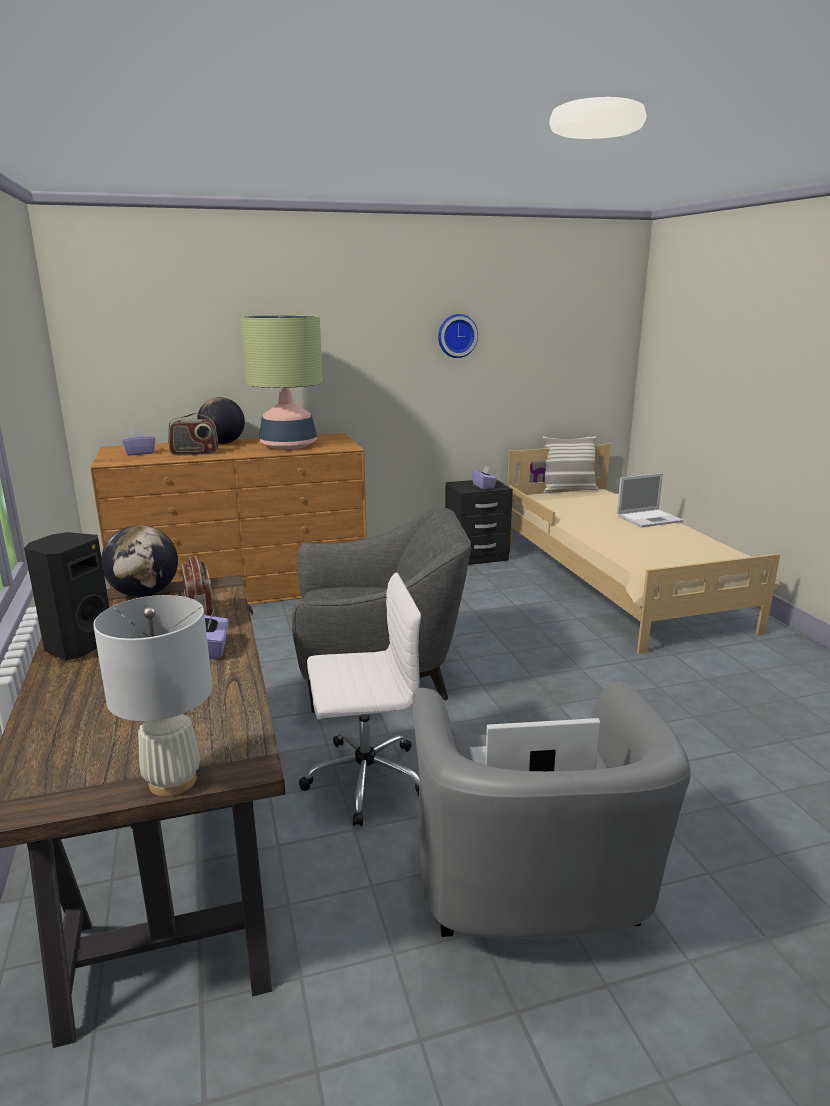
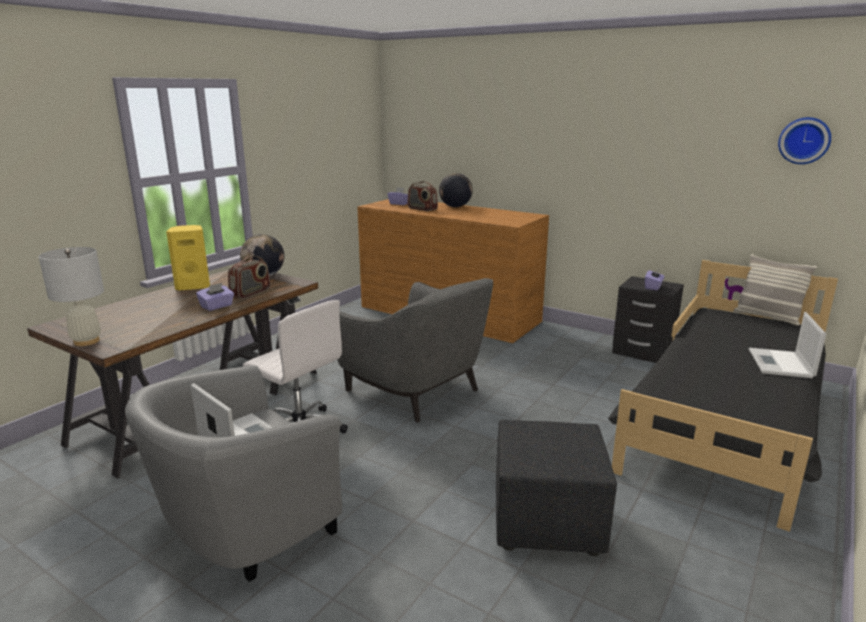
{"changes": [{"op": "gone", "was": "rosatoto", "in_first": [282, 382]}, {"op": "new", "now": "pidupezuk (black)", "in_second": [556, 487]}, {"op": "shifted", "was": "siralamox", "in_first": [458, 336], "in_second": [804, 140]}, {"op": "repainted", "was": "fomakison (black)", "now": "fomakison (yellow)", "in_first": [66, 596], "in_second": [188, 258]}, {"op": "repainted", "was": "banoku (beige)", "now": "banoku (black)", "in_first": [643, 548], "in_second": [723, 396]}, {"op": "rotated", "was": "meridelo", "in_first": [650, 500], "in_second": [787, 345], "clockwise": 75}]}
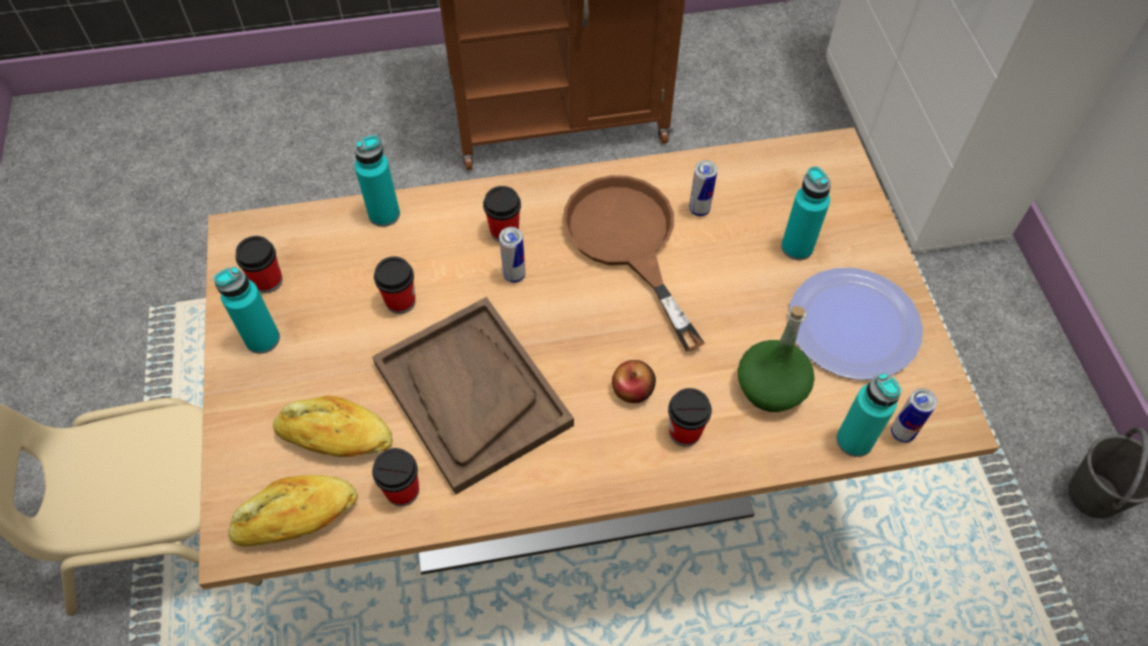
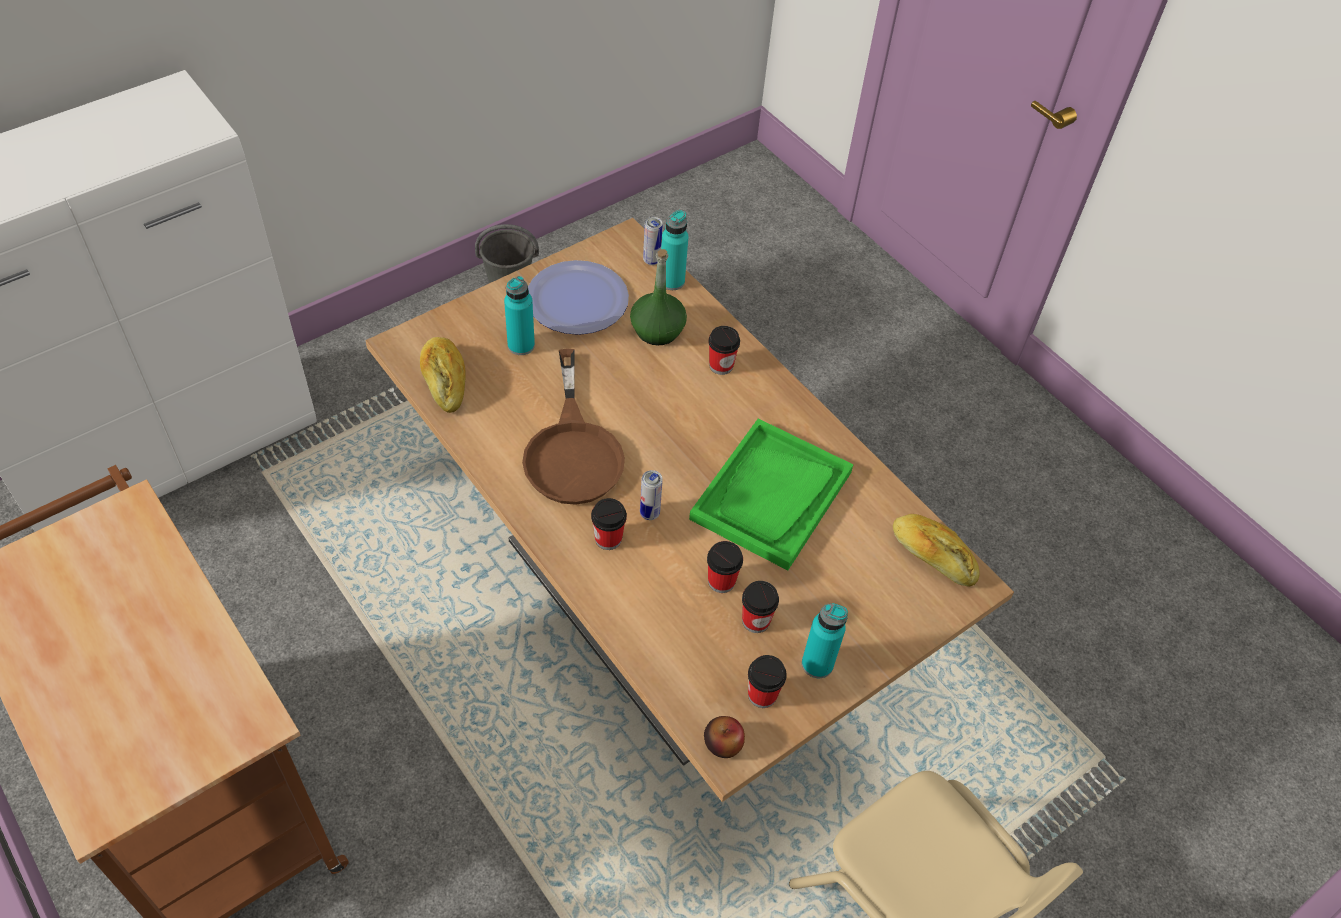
{"changes": [{"op": "gone", "was": "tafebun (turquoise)", "in_first": [377, 181]}, {"op": "gone", "was": "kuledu", "in_first": [703, 188]}, {"op": "shifted", "was": "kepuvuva", "in_first": [333, 426], "in_second": [443, 375]}, {"op": "shifted", "was": "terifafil", "in_first": [395, 477], "in_second": [760, 607]}, {"op": "shifted", "was": "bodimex", "in_first": [634, 381], "in_second": [724, 737]}, {"op": "repainted", "was": "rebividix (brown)", "now": "rebividix (green)", "in_first": [473, 396], "in_second": [771, 495]}, {"op": "rotated", "was": "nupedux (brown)", "in_first": [634, 263], "in_second": [573, 427], "clockwise": -45}]}
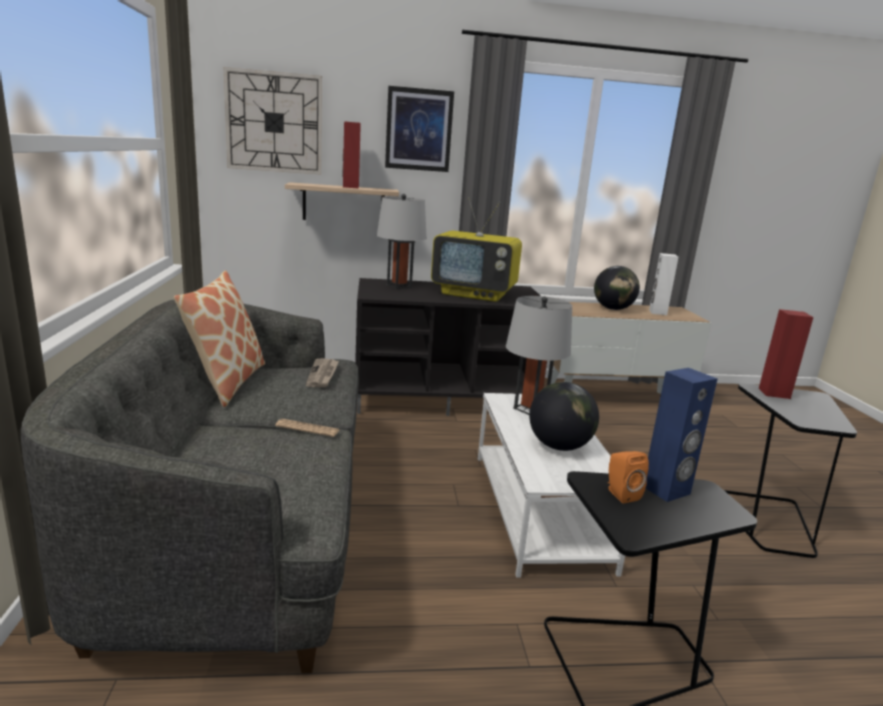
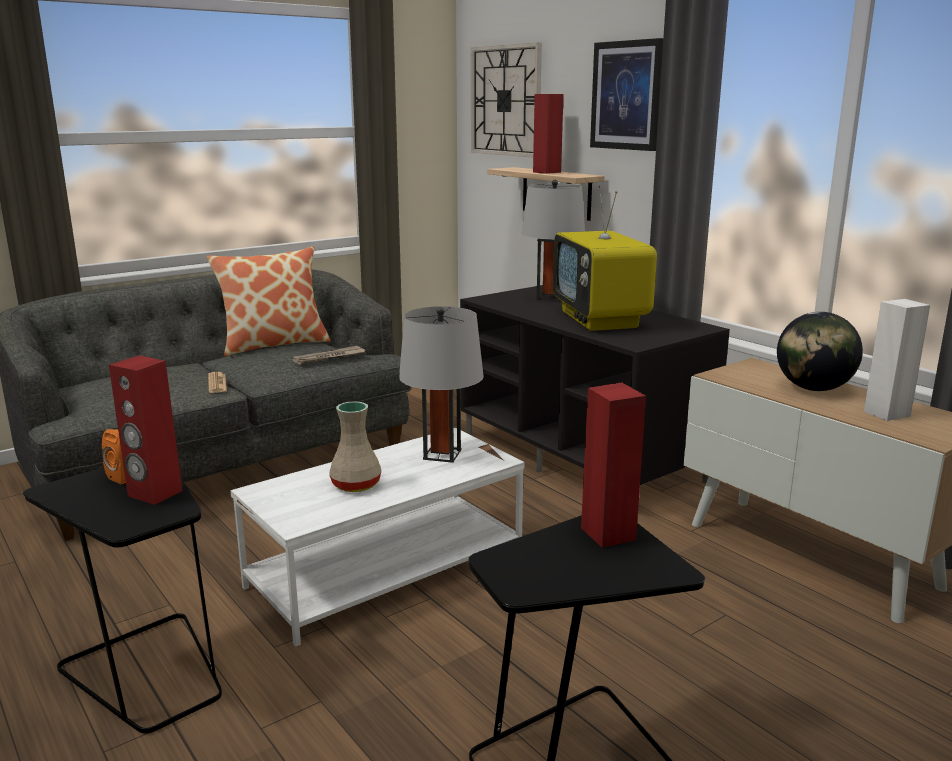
{"changes": [{"op": "swapped", "was": "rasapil", "now": "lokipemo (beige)", "in_first": [564, 416], "in_second": [355, 446]}, {"op": "repainted", "was": "fomakison (blue)", "now": "fomakison (red)", "in_first": [682, 435], "in_second": [145, 430]}]}
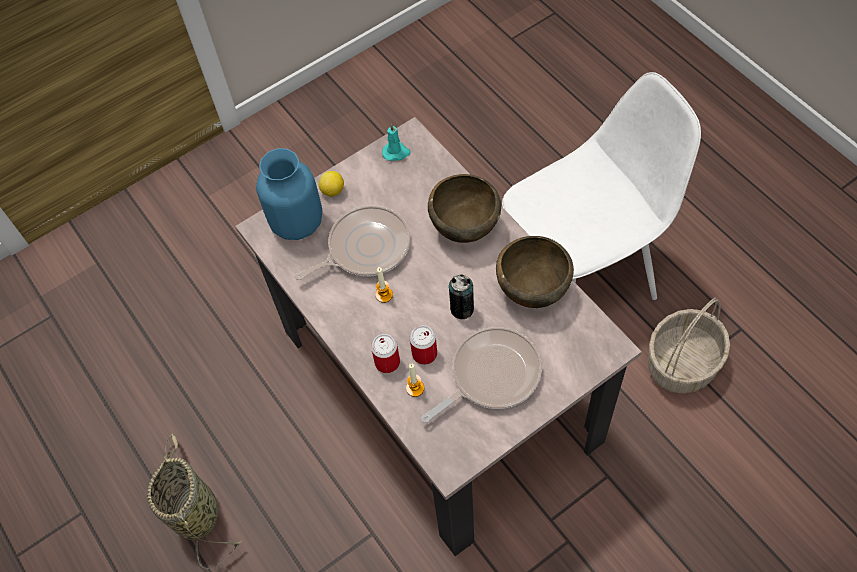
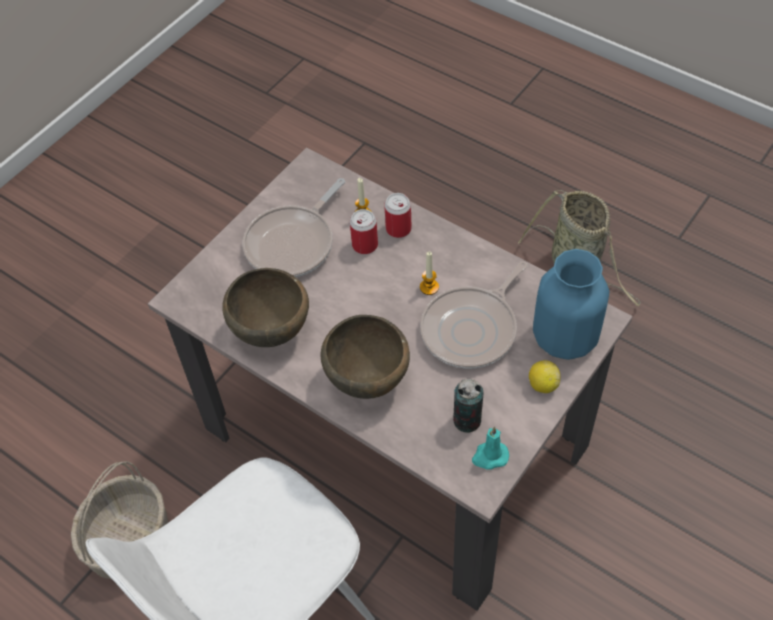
{"changes": [{"op": "shifted", "was": "kuledu", "in_first": [461, 296], "in_second": [468, 406]}]}
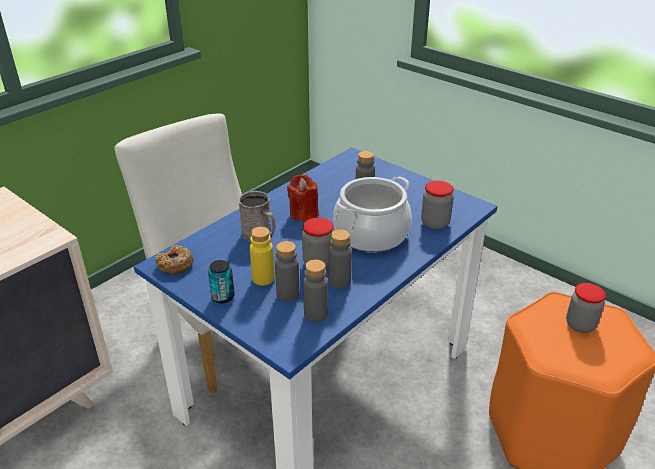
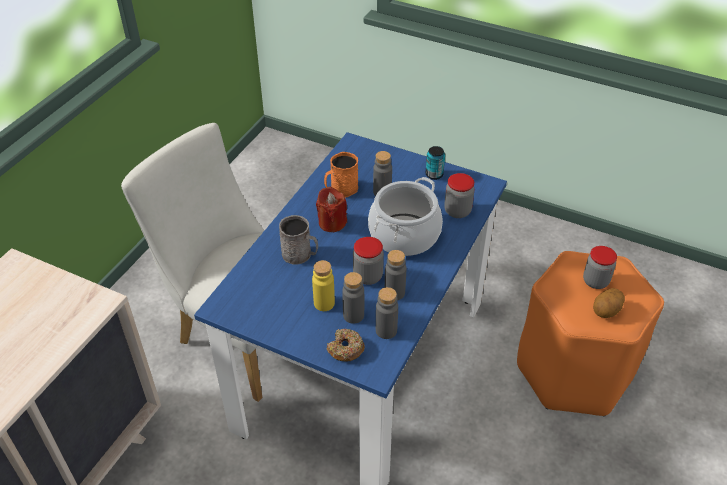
{"changes": [{"op": "new", "now": "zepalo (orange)", "in_second": [341, 175]}, {"op": "new", "now": "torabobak", "in_second": [609, 303]}, {"op": "shifted", "was": "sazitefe", "in_first": [174, 259], "in_second": [346, 345]}, {"op": "shifted", "was": "kuledu", "in_first": [221, 281], "in_second": [435, 163]}]}
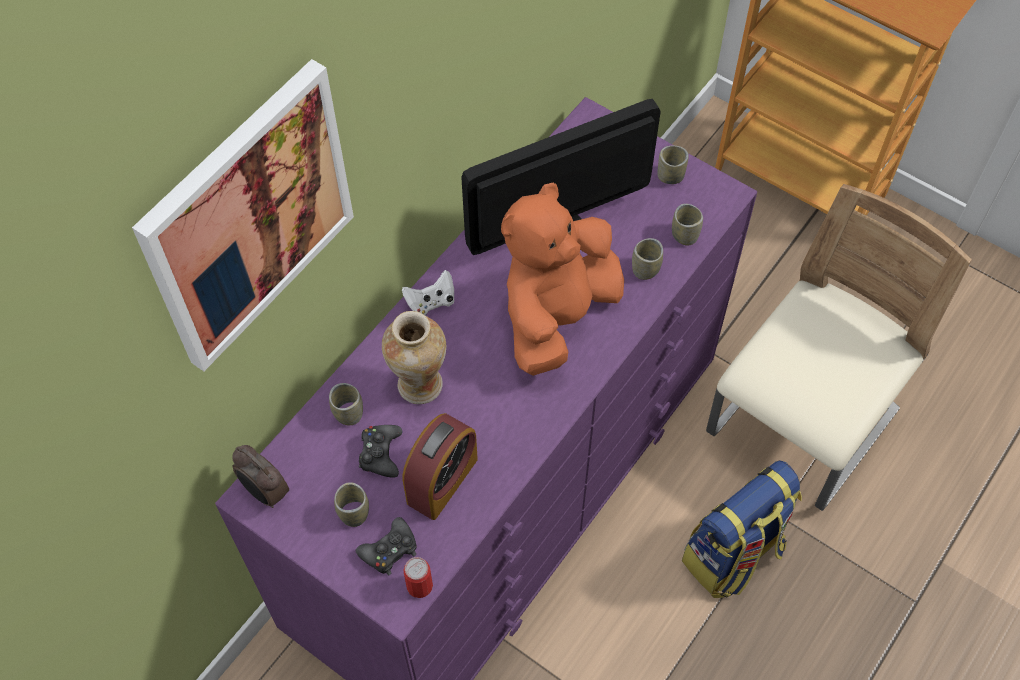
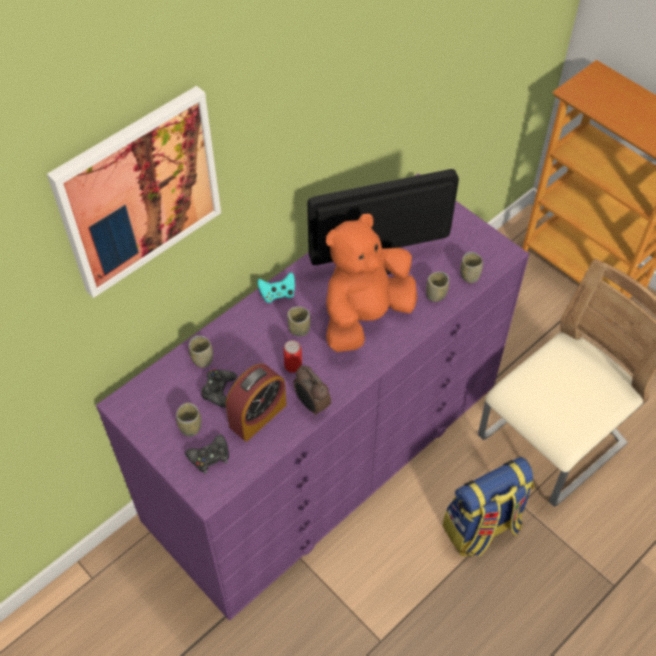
{"changes": [{"op": "gone", "was": "lokipemo", "in_first": [414, 357]}, {"op": "shifted", "was": "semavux", "in_first": [260, 476], "in_second": [312, 390]}, {"op": "shifted", "was": "kuledu", "in_first": [418, 577], "in_second": [293, 356]}, {"op": "shifted", "was": "terifafil", "in_first": [673, 165], "in_second": [298, 321]}, {"op": "repainted", "was": "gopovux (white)", "now": "gopovux (turquoise)", "in_first": [428, 293], "in_second": [276, 287]}]}
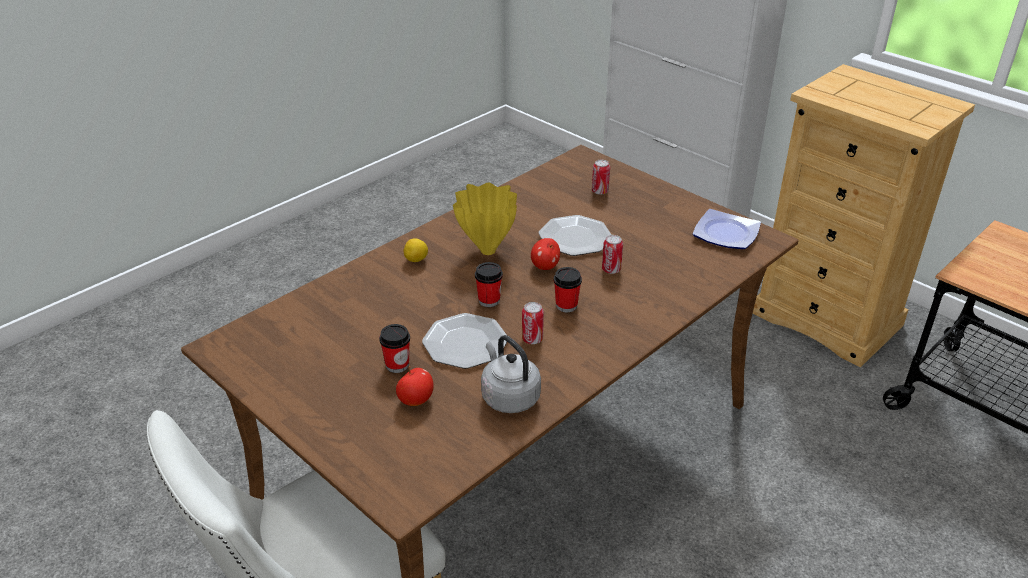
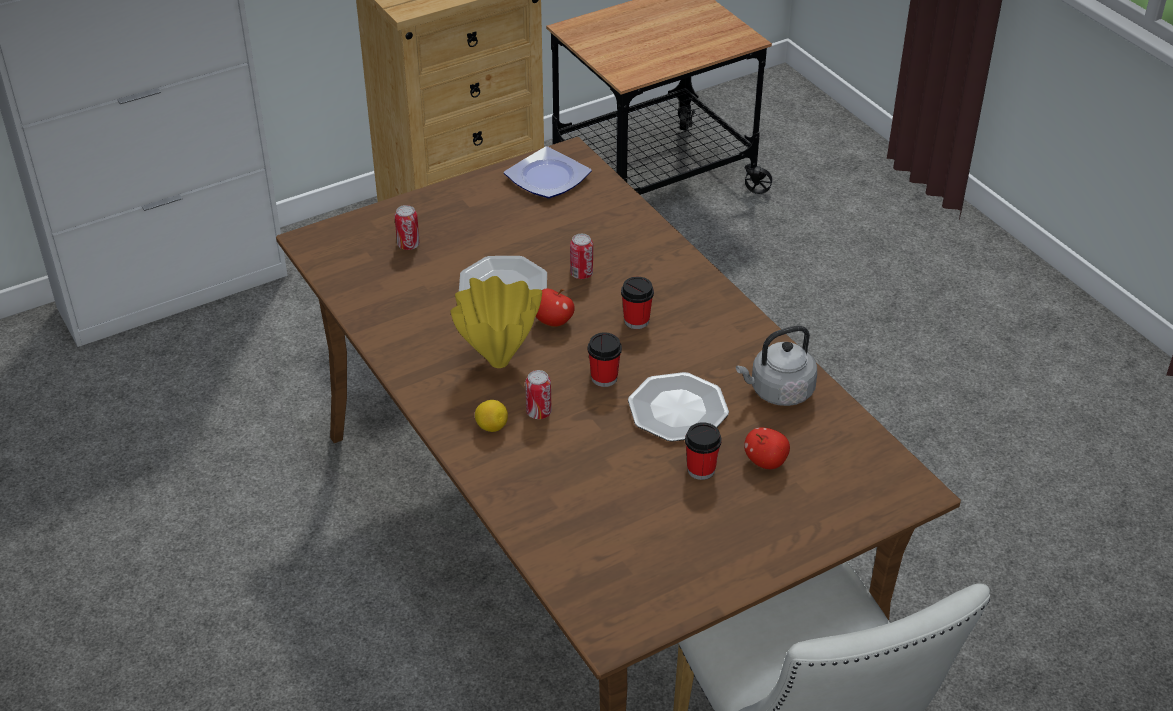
{"changes": [{"op": "shifted", "was": "kuledu", "in_first": [533, 323], "in_second": [538, 394]}]}
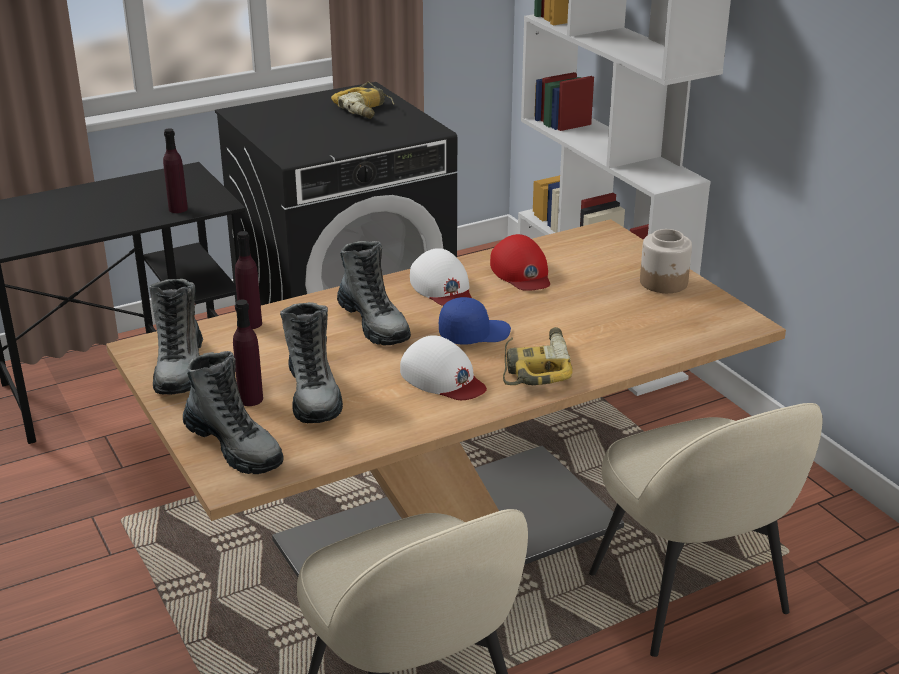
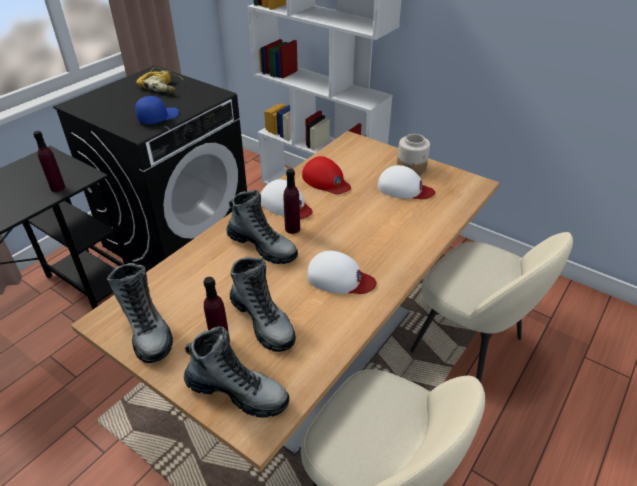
{"changes": [{"op": "gone", "was": "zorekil", "in_first": [538, 356]}, {"op": "new", "now": "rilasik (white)", "in_second": [406, 182]}, {"op": "shifted", "was": "tafebun (purple)", "in_first": [248, 280], "in_second": [292, 201]}, {"op": "shifted", "was": "rilasik (blue)", "in_first": [475, 321], "in_second": [157, 110]}]}
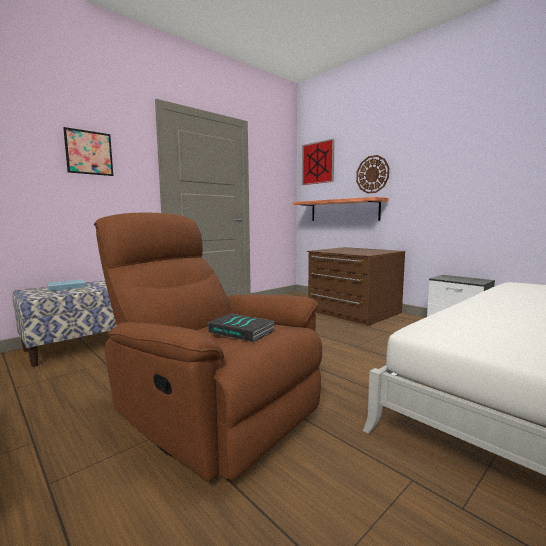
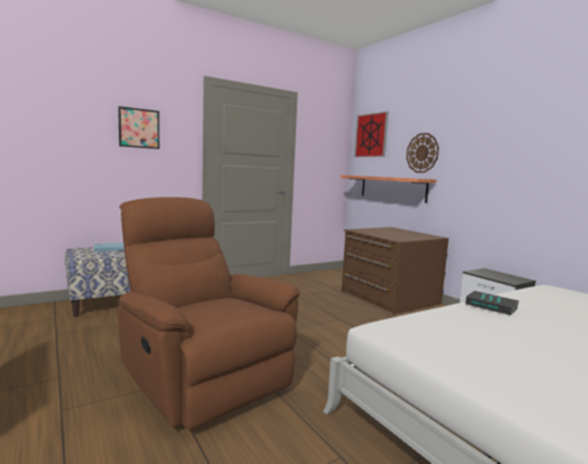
{"changes": [{"op": "shifted", "was": "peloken", "in_first": [241, 327], "in_second": [492, 303]}]}
